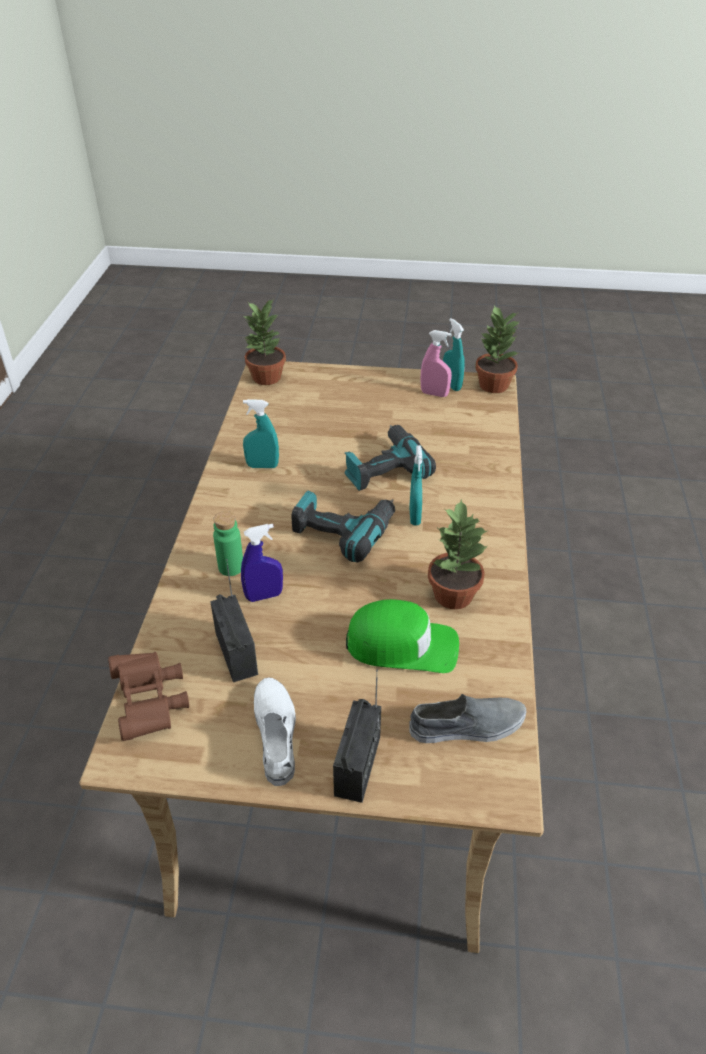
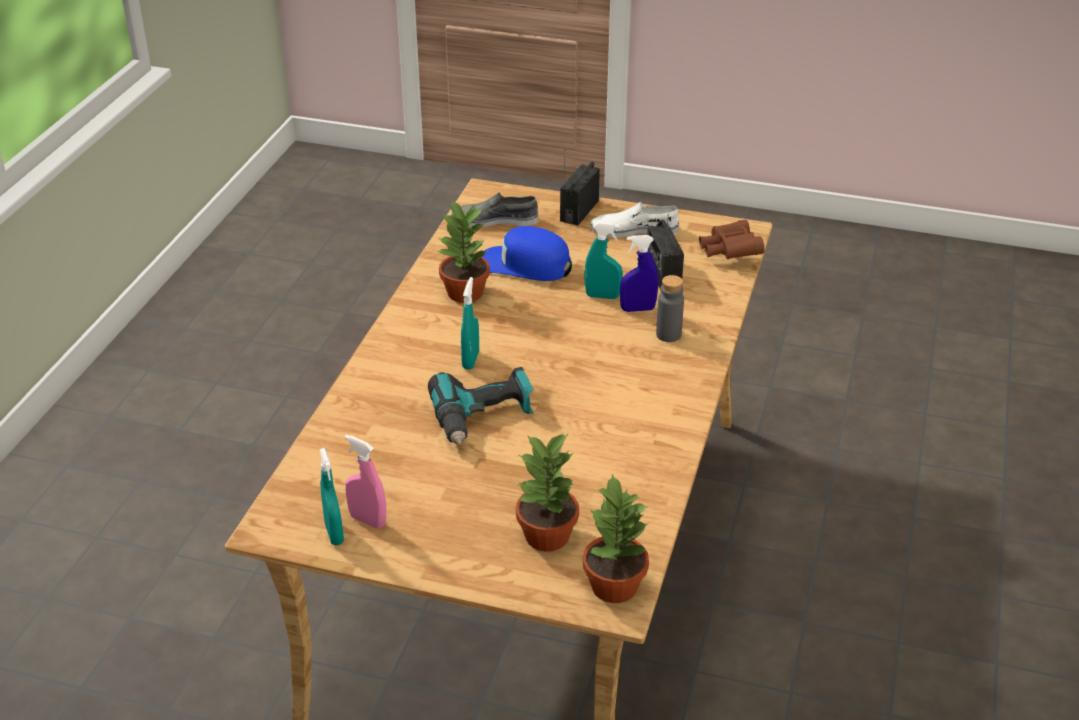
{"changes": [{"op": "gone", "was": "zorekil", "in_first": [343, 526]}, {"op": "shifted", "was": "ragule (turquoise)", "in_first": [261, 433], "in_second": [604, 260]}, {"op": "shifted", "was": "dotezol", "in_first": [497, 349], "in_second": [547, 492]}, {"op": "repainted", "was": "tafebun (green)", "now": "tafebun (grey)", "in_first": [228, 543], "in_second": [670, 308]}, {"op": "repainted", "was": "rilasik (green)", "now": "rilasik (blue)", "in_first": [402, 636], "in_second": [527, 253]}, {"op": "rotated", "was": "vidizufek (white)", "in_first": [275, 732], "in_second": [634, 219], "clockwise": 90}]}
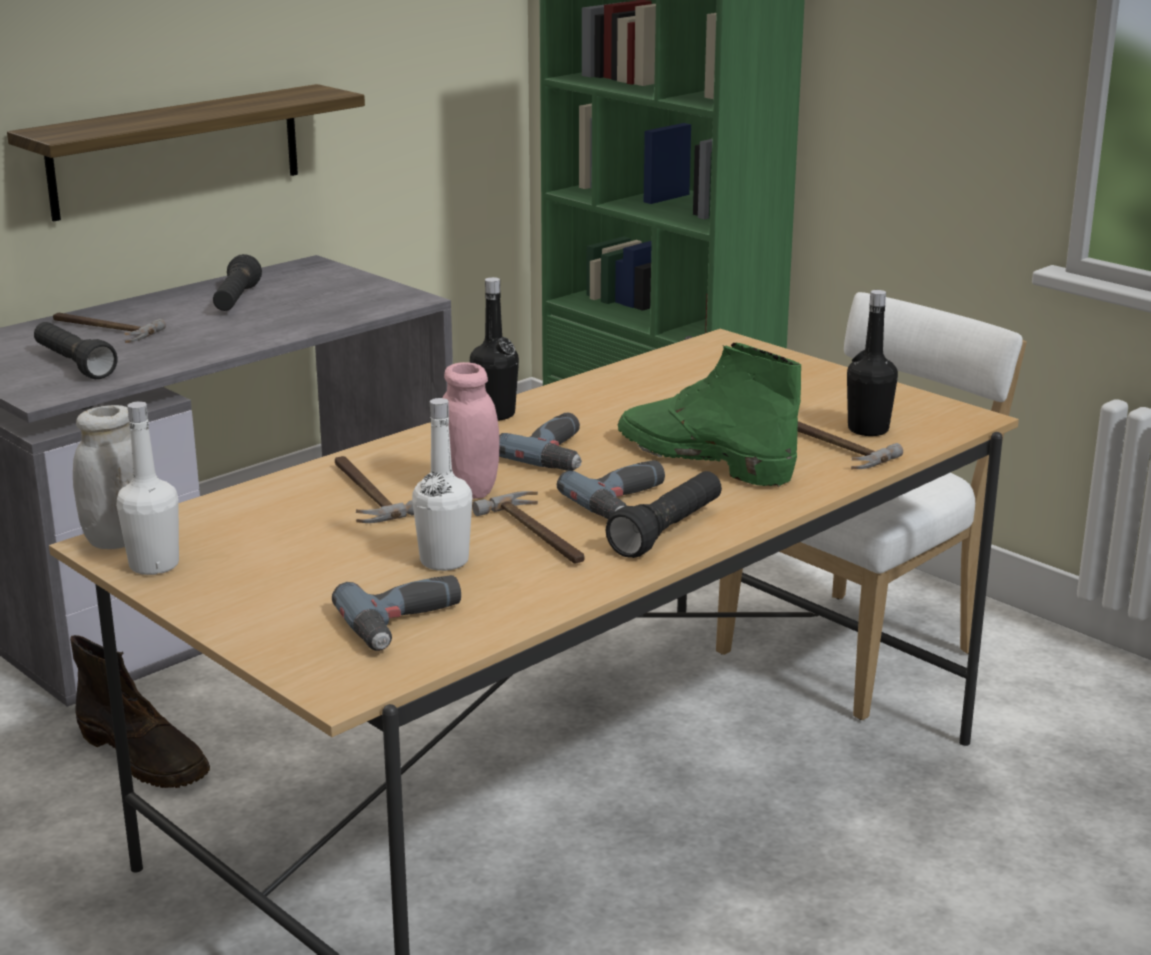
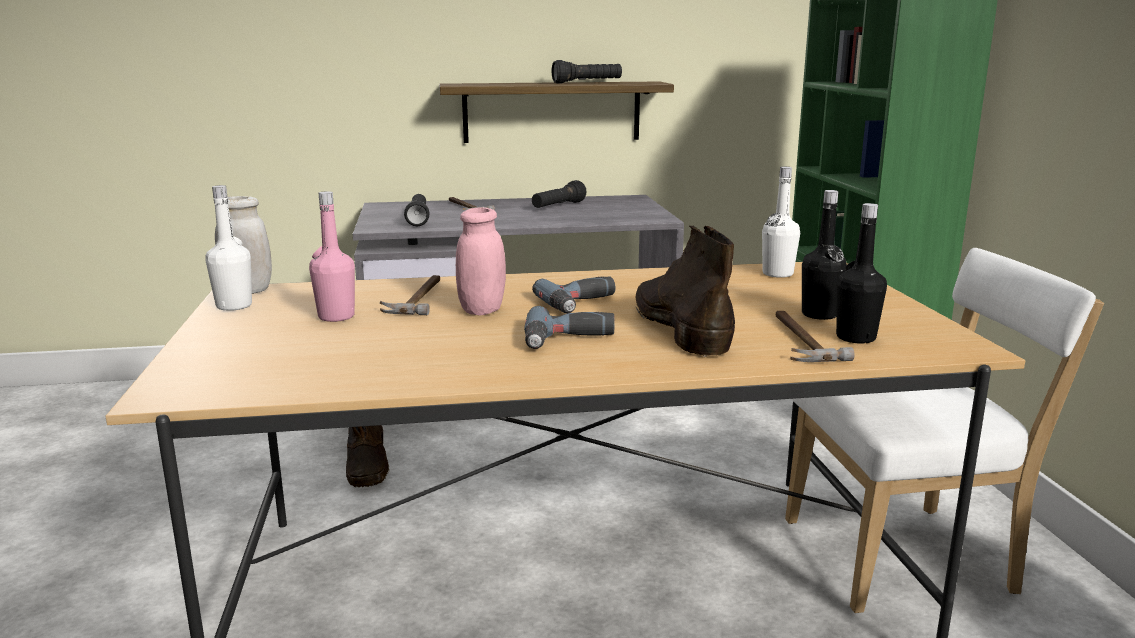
{"changes": [{"op": "gone", "was": "zorekil", "in_first": [396, 613]}, {"op": "gone", "was": "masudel", "in_first": [528, 527]}, {"op": "new", "now": "tafebun (pink)", "in_second": [332, 256]}, {"op": "shifted", "was": "tafebun (white)", "in_first": [442, 484], "in_second": [781, 222]}, {"op": "shifted", "was": "tafebun (black)", "in_first": [494, 349], "in_second": [824, 255]}, {"op": "shifted", "was": "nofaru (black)", "in_first": [664, 514], "in_second": [587, 72]}, {"op": "repainted", "was": "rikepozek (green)", "now": "rikepozek (brown)", "in_first": [709, 415], "in_second": [685, 291]}]}
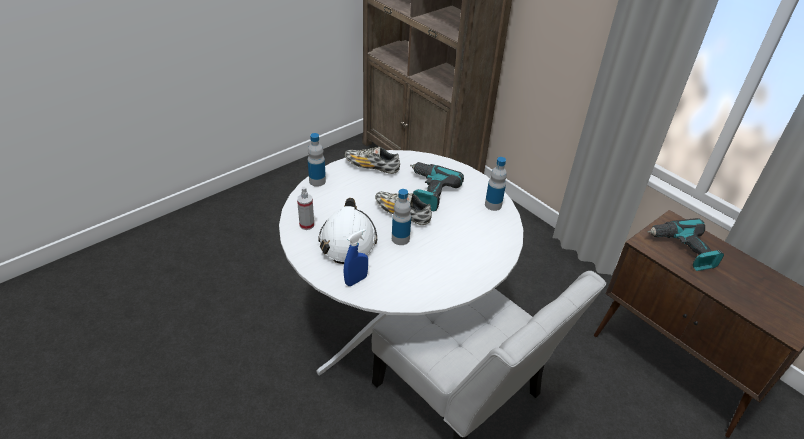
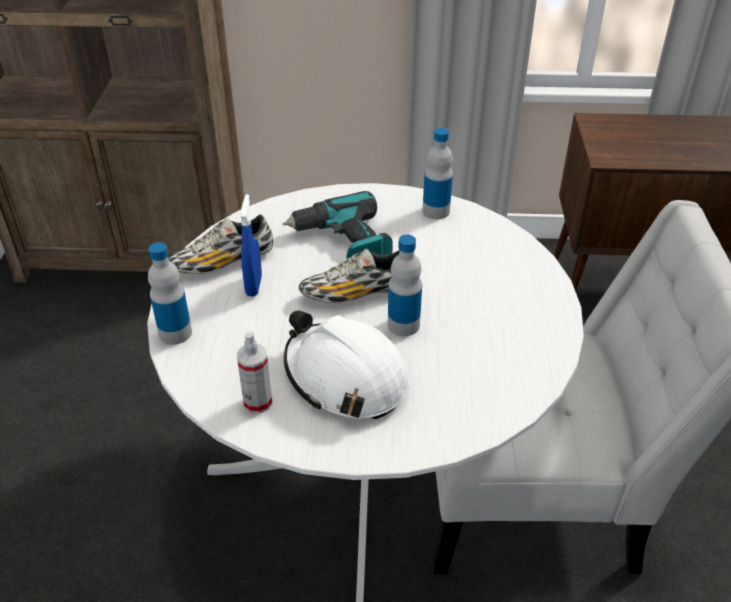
{"changes": [{"op": "gone", "was": "zorekil", "in_first": [685, 244]}, {"op": "shifted", "was": "ragule (blue)", "in_first": [356, 257], "in_second": [251, 245]}]}
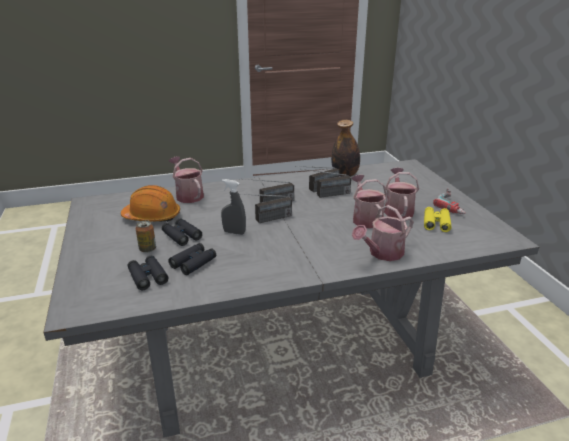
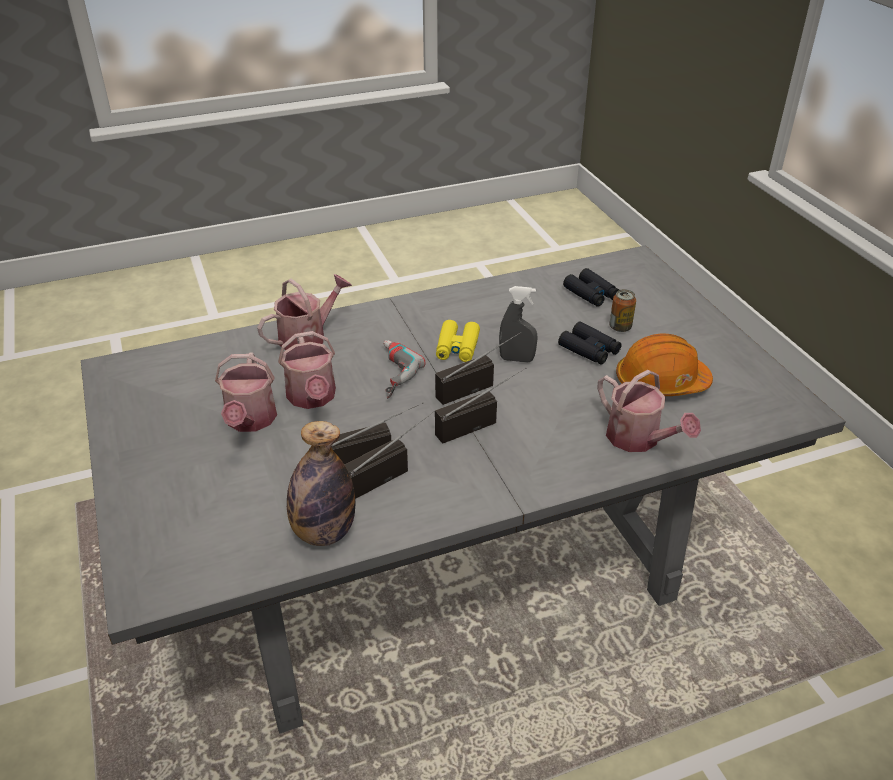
{"changes": [{"op": "gone", "was": "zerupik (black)", "in_first": [192, 259]}, {"op": "shifted", "was": "zerupik (yellow)", "in_first": [437, 219], "in_second": [458, 341]}, {"op": "shifted", "was": "zorekil", "in_first": [449, 201], "in_second": [404, 369]}]}
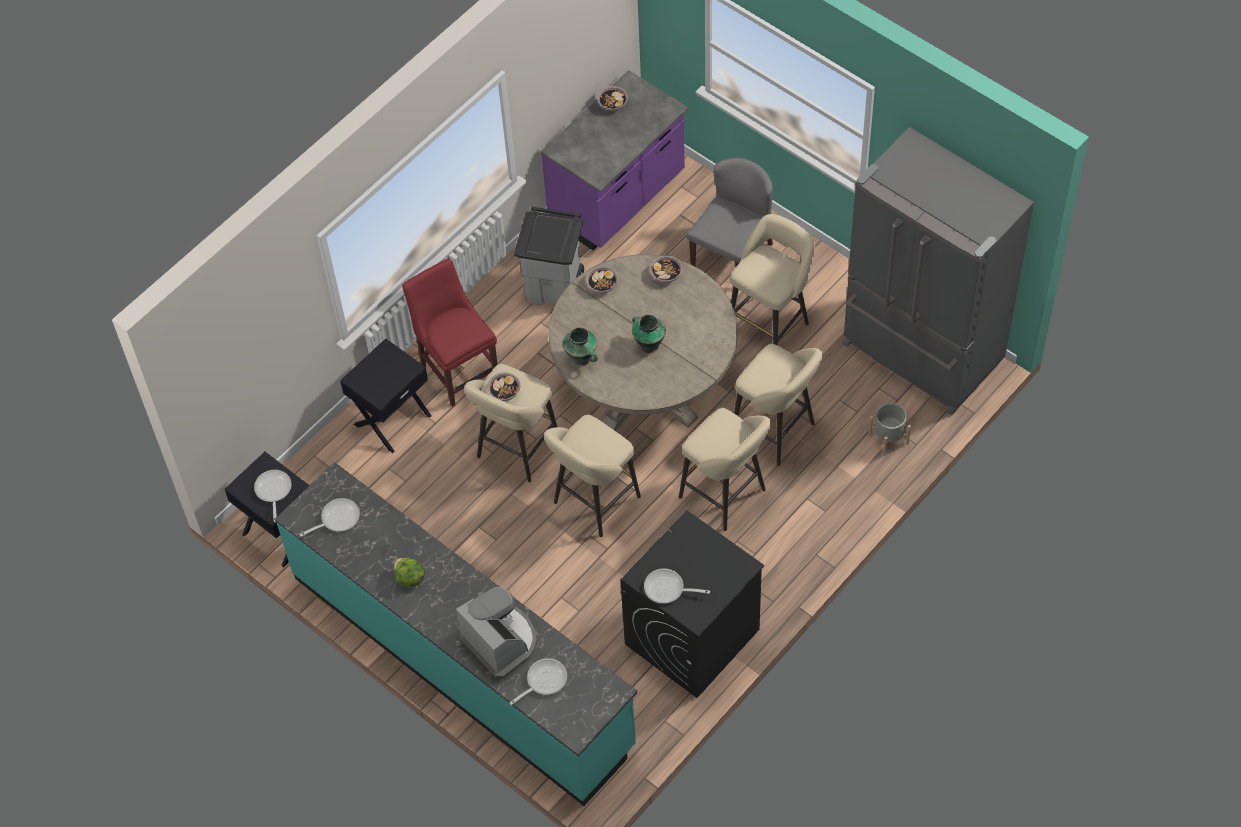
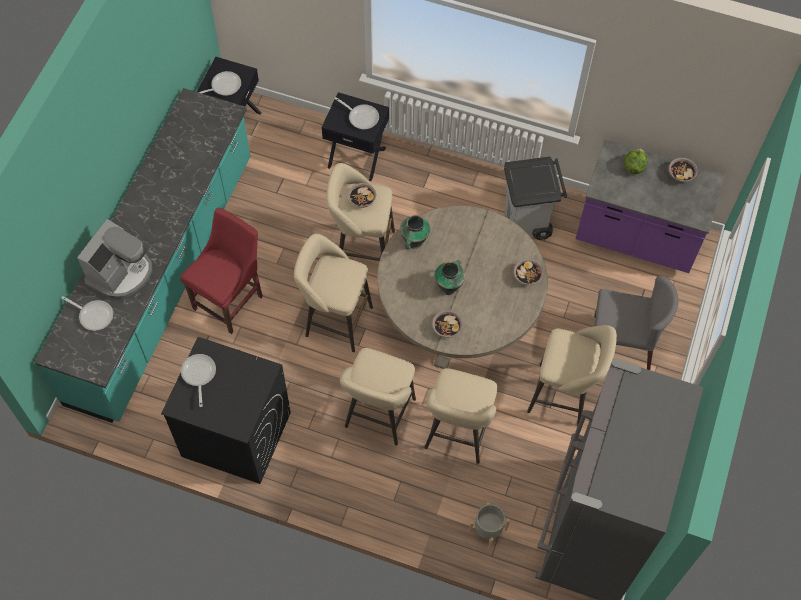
{"changes": [{"op": "shifted", "was": "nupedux", "in_first": [330, 517], "in_second": [357, 113]}, {"op": "shifted", "was": "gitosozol", "in_first": [409, 572], "in_second": [636, 161]}, {"op": "shifted", "was": "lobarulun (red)", "in_first": [449, 333], "in_second": [221, 270]}, {"op": "shifted", "was": "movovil", "in_first": [602, 279], "in_second": [448, 324]}]}
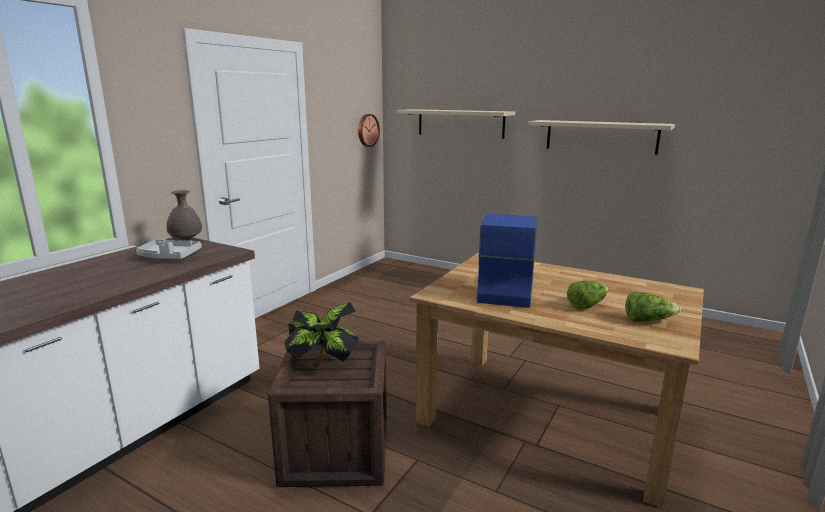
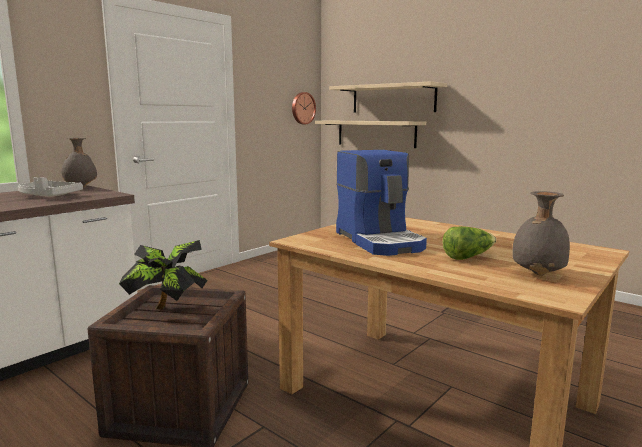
{"changes": [{"op": "shifted", "was": "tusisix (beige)", "in_first": [601, 137], "in_second": [370, 134]}, {"op": "swapped", "was": "gitosozol", "now": "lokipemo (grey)", "in_first": [653, 307], "in_second": [541, 233]}, {"op": "rotated", "was": "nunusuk", "in_first": [507, 261], "in_second": [381, 203], "clockwise": 135}]}
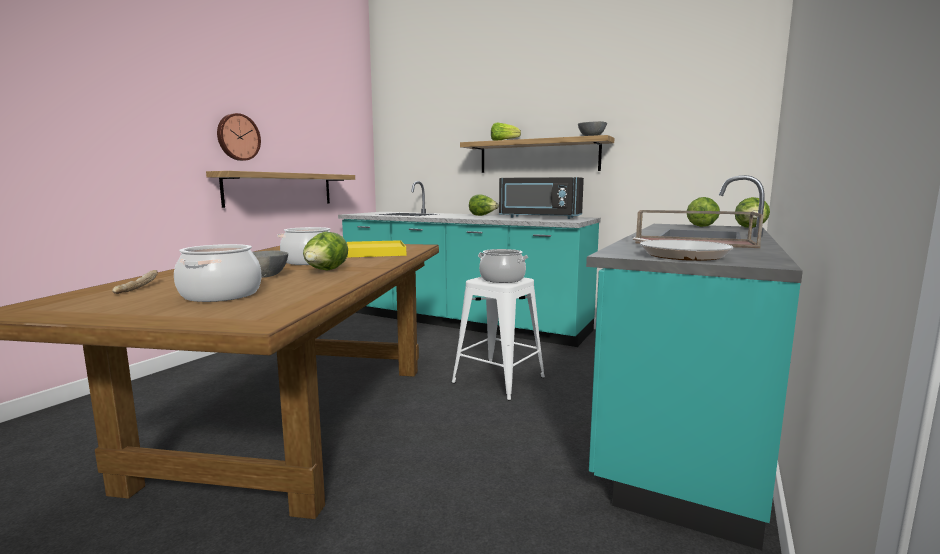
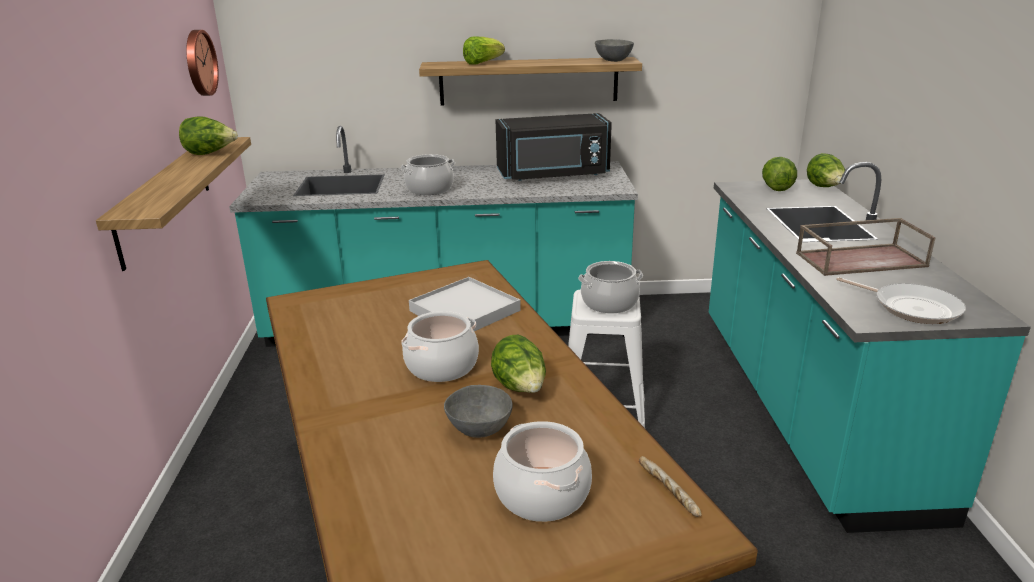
{"changes": [{"op": "new", "now": "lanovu", "in_second": [428, 174]}, {"op": "shifted", "was": "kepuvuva", "in_first": [135, 282], "in_second": [670, 486]}, {"op": "shifted", "was": "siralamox", "in_first": [239, 137], "in_second": [202, 63]}, {"op": "shifted", "was": "gitosozol", "in_first": [484, 205], "in_second": [208, 135]}, {"op": "repainted", "was": "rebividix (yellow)", "now": "rebividix (white)", "in_first": [376, 249], "in_second": [465, 304]}]}
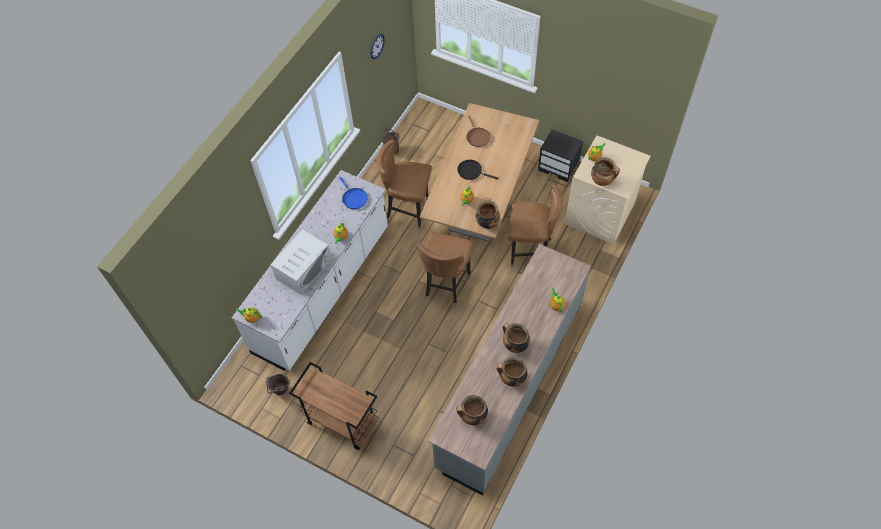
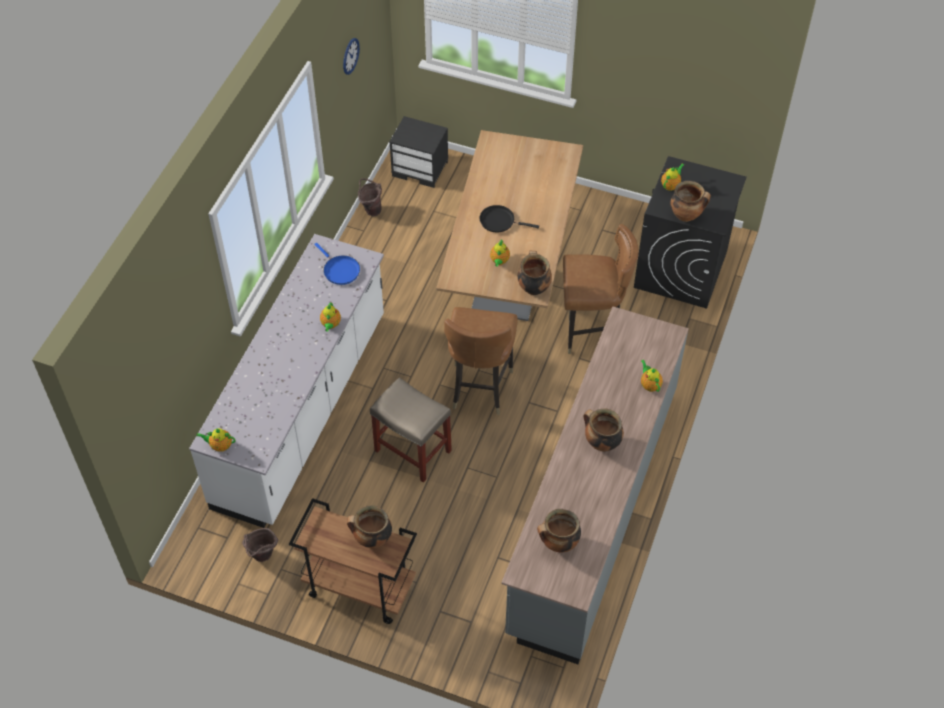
{"changes": [{"op": "gone", "was": "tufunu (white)", "in_first": [301, 262]}, {"op": "gone", "was": "lobarulun (brown)", "in_first": [404, 184]}, {"op": "gone", "was": "nupedux (brown)", "in_first": [478, 131]}, {"op": "new", "now": "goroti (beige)", "in_second": [411, 429]}, {"op": "shifted", "was": "lanovu", "in_first": [512, 372], "in_second": [369, 526]}, {"op": "shifted", "was": "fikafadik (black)", "in_first": [560, 155], "in_second": [418, 152]}, {"op": "repainted", "was": "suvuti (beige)", "now": "suvuti (black)", "in_first": [608, 189], "in_second": [690, 232]}]}
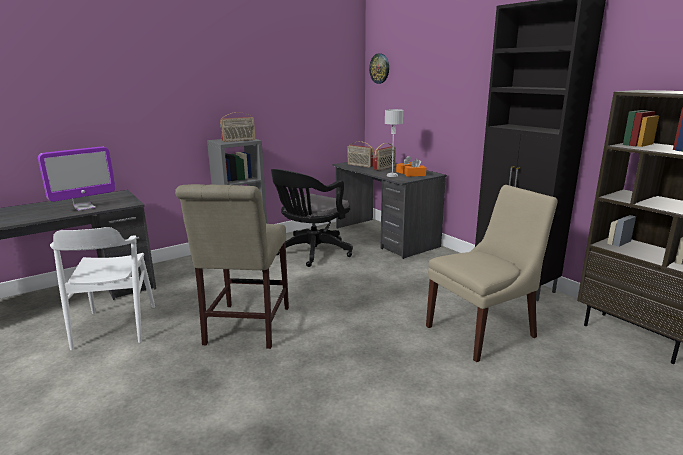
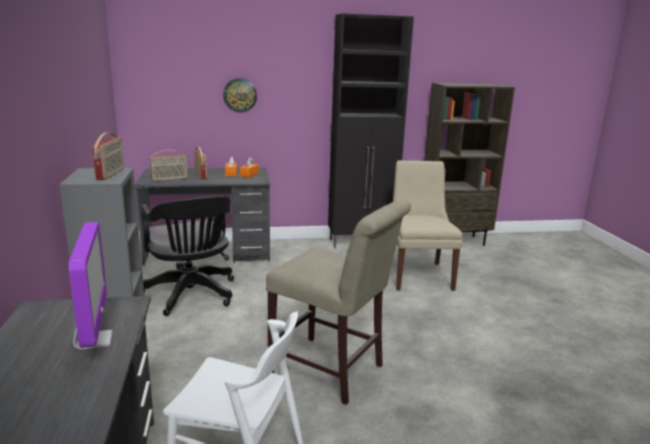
{"changes": [{"op": "gone", "was": "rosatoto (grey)", "in_first": [394, 143]}, {"op": "shifted", "was": "siralamox", "in_first": [379, 68], "in_second": [240, 95]}]}
